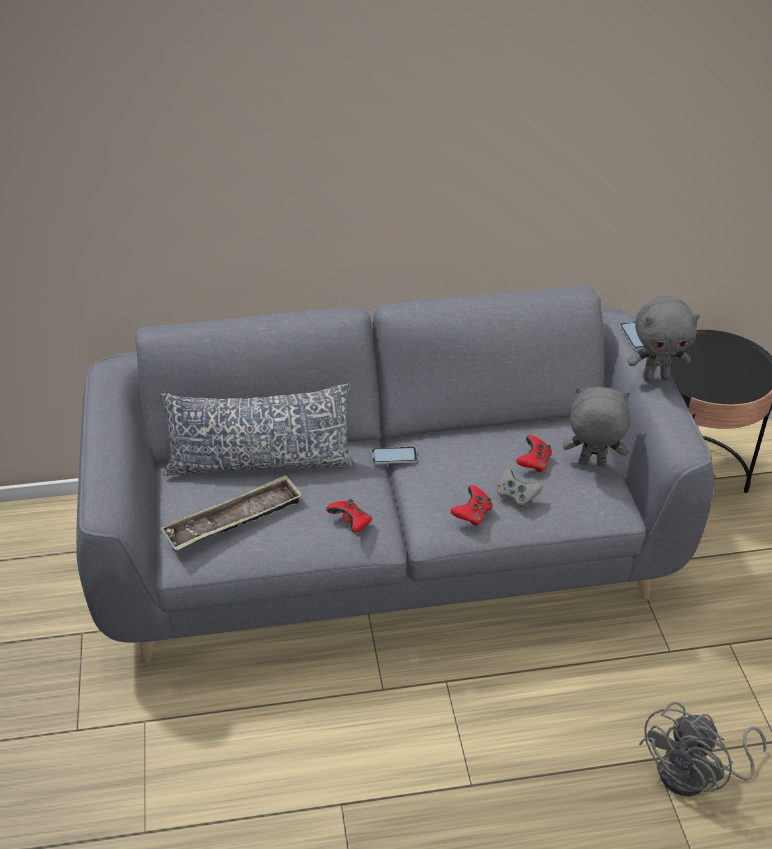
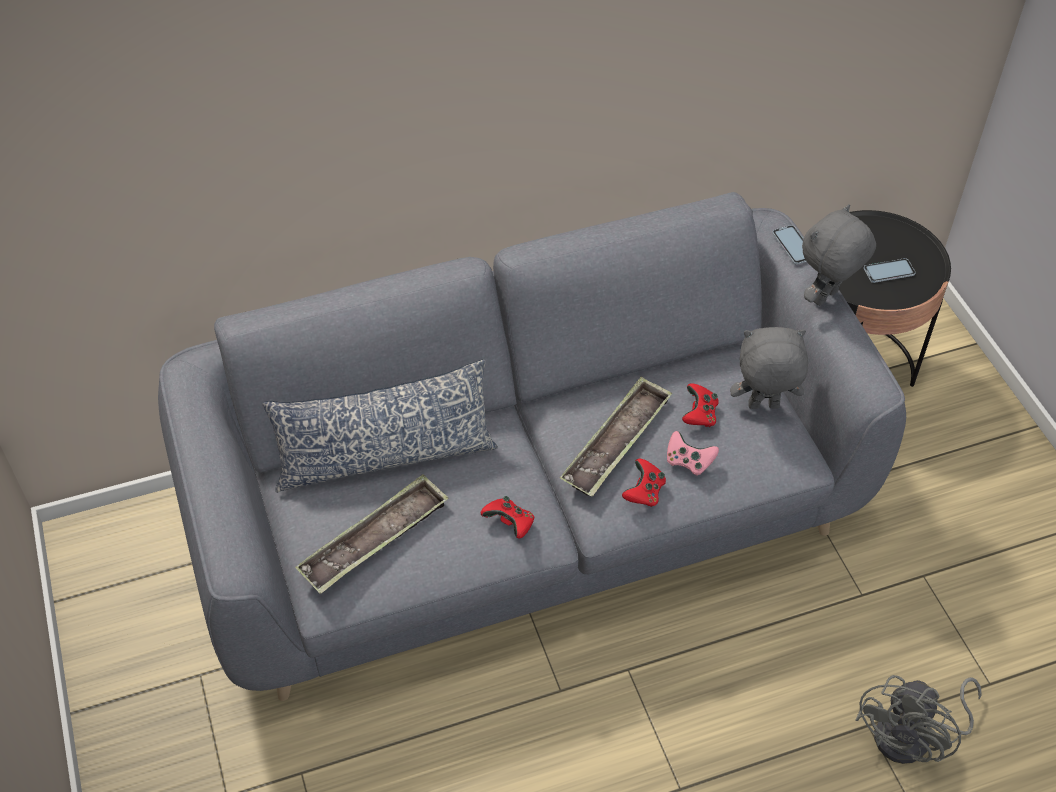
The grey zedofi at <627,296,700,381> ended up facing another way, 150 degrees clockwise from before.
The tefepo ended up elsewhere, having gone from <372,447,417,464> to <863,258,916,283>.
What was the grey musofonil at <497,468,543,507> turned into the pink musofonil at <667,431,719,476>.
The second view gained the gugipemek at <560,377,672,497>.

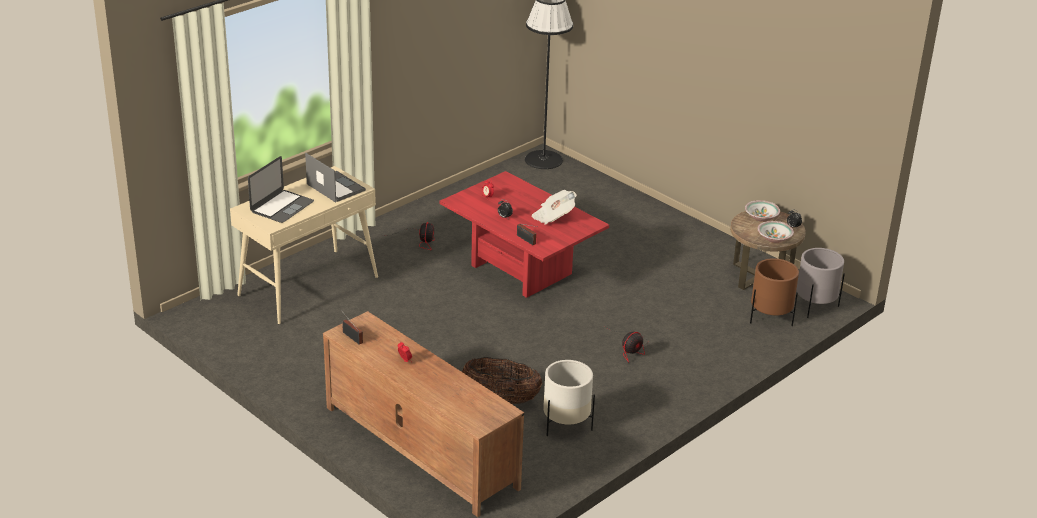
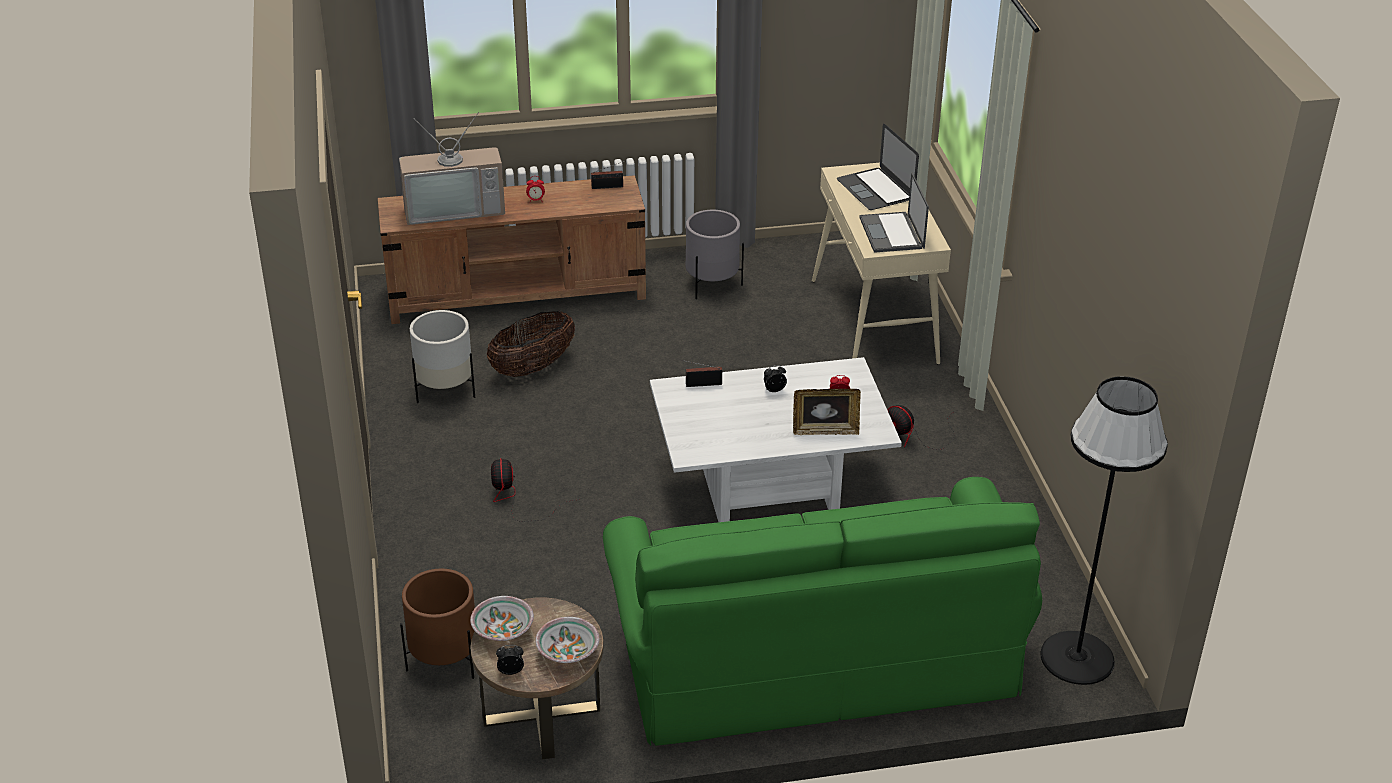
The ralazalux at <305,153,366,203> ended up facing another way, 90 degrees clockwise from before.
What was the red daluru at <439,171,609,298> turned into the white daluru at <650,357,902,522>.
The second view lost the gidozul at <532,190,577,224>.
The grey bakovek ended up elsewhere, having gone from <796,248,845,318> to <686,210,744,299>.
The second view gained the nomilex at <399,112,505,225>.
The second view gained the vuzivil at <793,389,861,435>.
The second view gained the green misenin at <603,477,1042,746>.

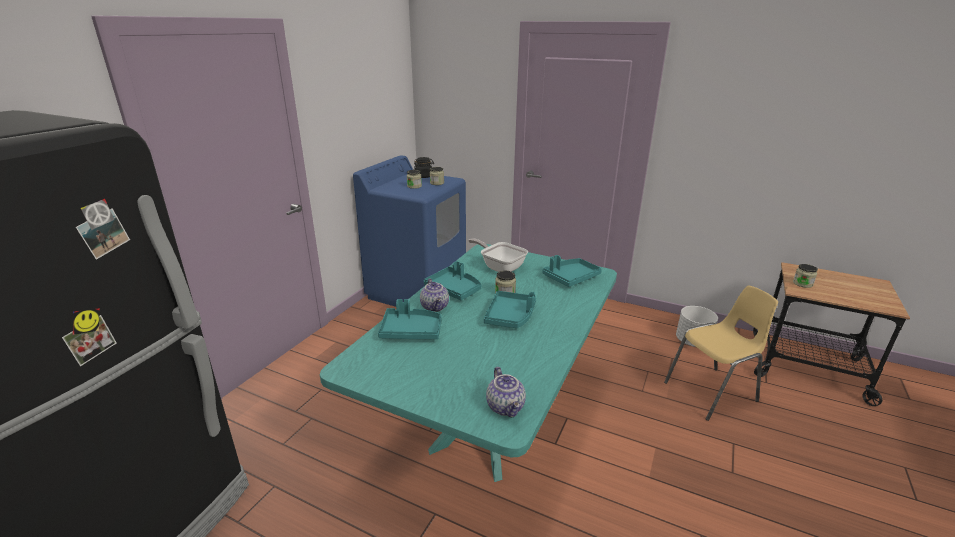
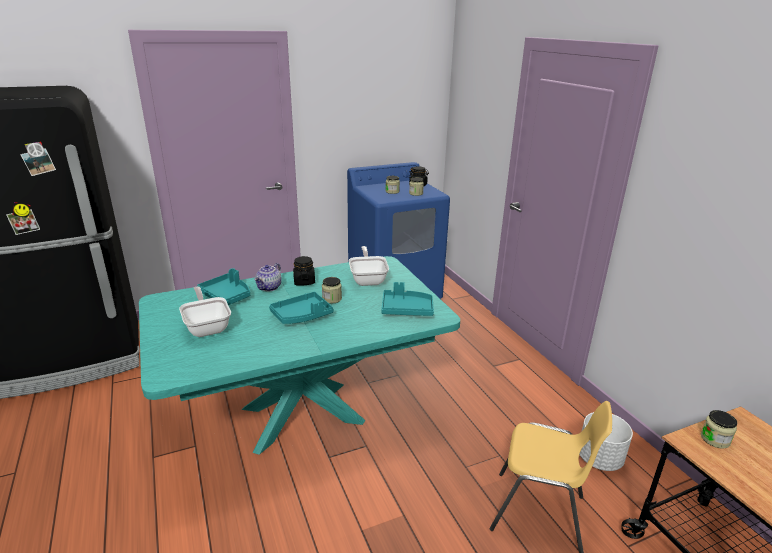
Where the turquoise gugipemek stood at <424,261,481,300>, the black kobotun came to stand at <293,256,315,285>.
The second view lost the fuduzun at <486,367,526,417>.
The second view gained the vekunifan at <179,287,231,337>.

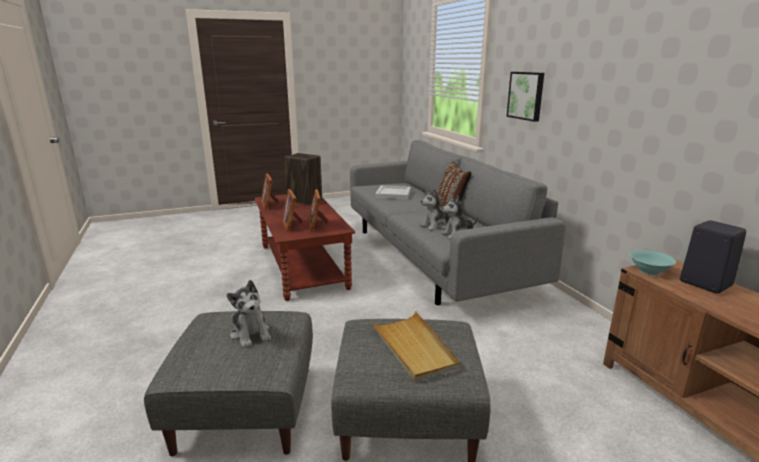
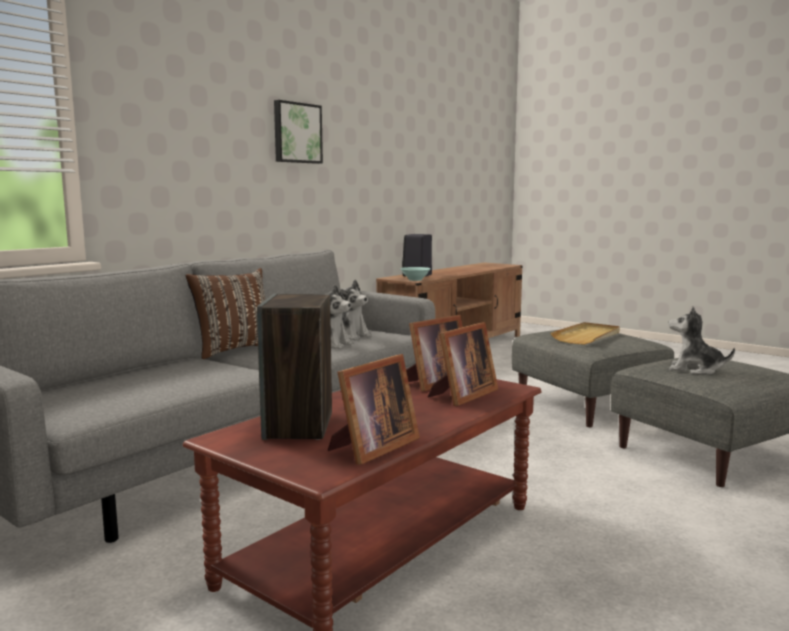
The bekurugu ended up elsewhere, having gone from <507,72,544,122> to <274,100,323,164>.
The second view lost the white gugipemek at <375,186,411,200>.
The zedofi at <226,280,271,348> ended up facing another way, 90 degrees counterclockwise from before.

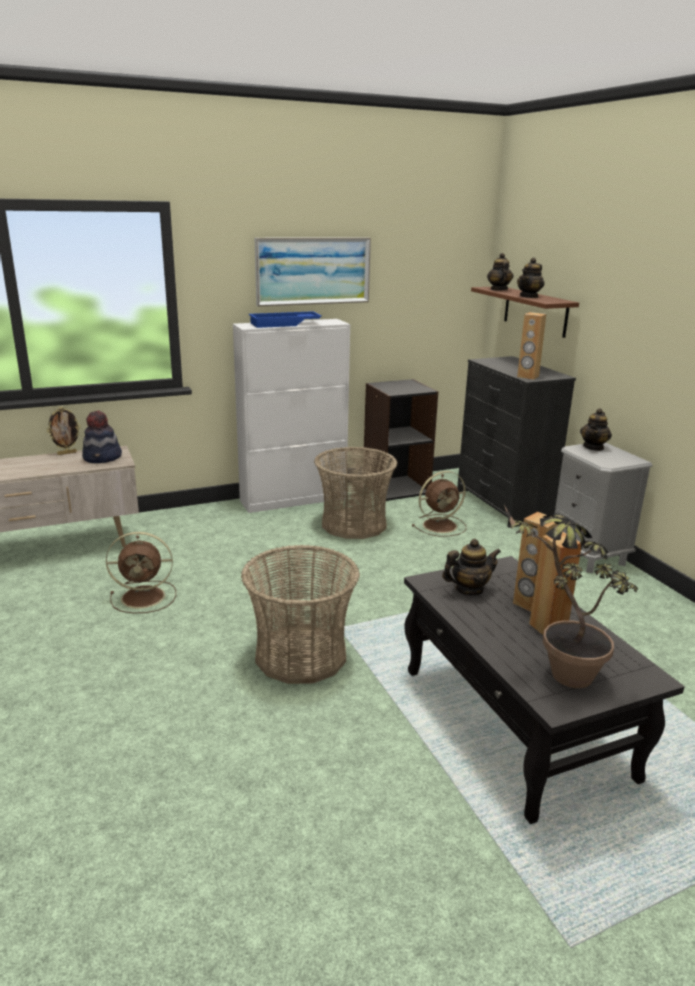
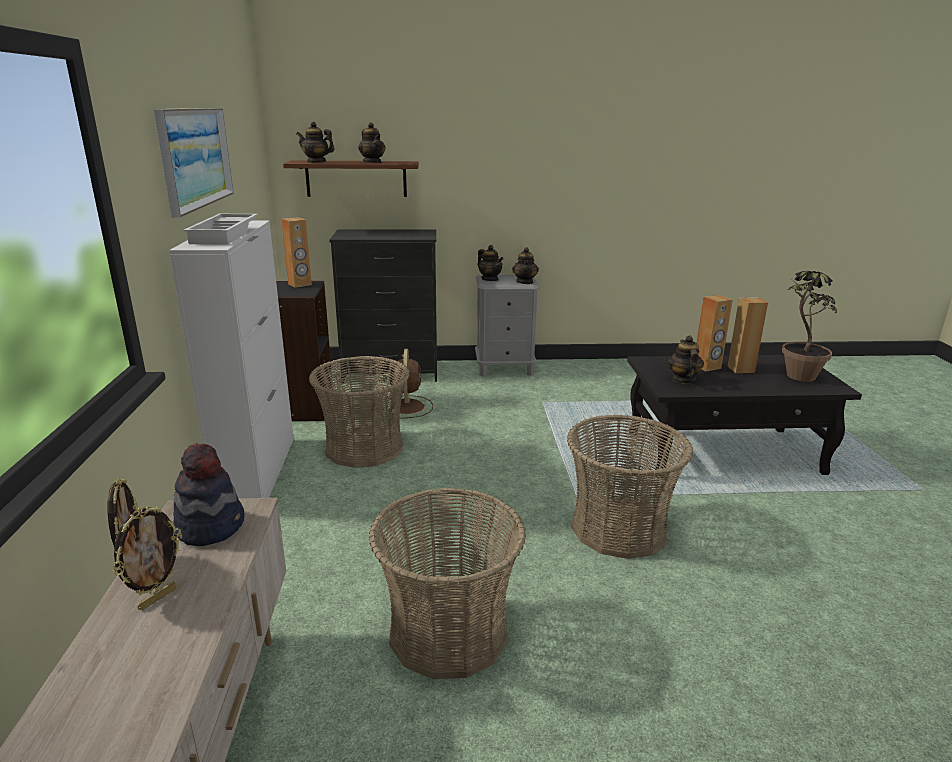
What was the blue gugipemek at <249,311,322,328> turned into the white gugipemek at <183,214,258,244>.
The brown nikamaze ended up elsewhere, having gone from <517,312,546,380> to <281,217,312,288>.
Where the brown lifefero stood at <106,532,176,614>, the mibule came to stand at <369,487,526,679>.
The second view gained the fuduzun at <512,247,539,284>.
The second view gained the vuzivil at <113,506,182,610>.

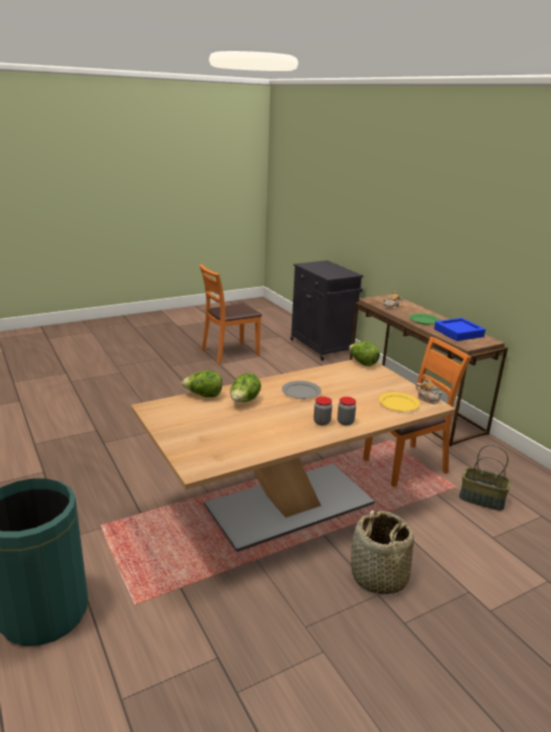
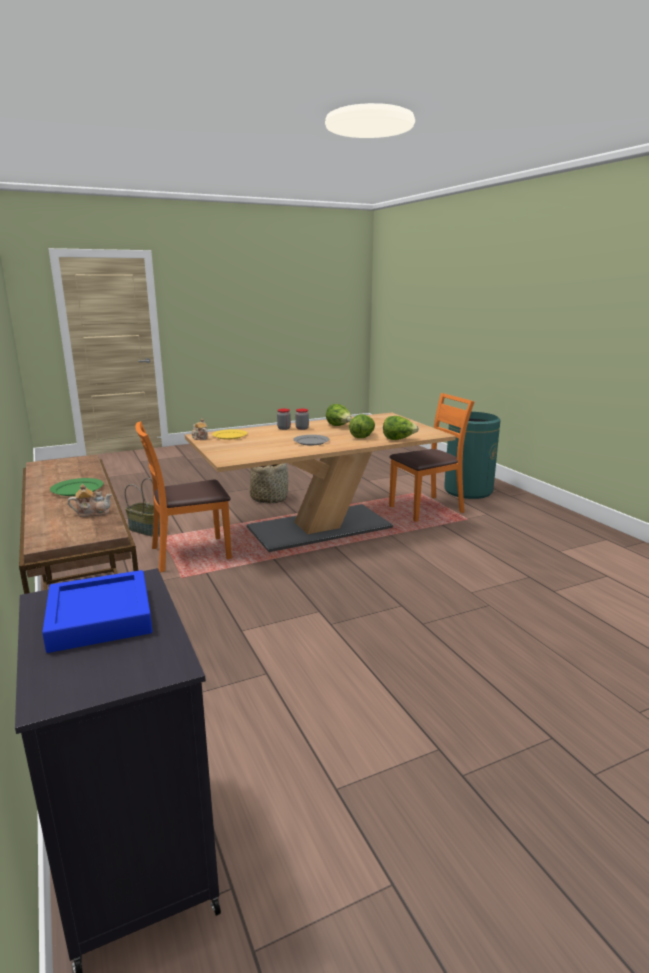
The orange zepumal ended up elsewhere, having gone from <199,264,262,364> to <389,393,475,522>.
The blue gugipemek ended up elsewhere, having gone from <434,318,486,341> to <42,570,152,653>.
The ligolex ended up elsewhere, having gone from <349,342,380,366> to <326,404,352,426>.

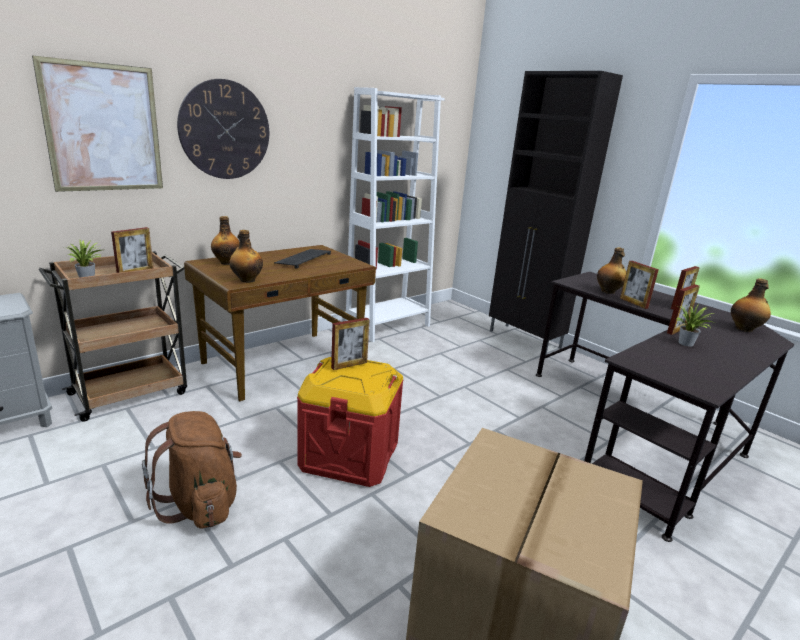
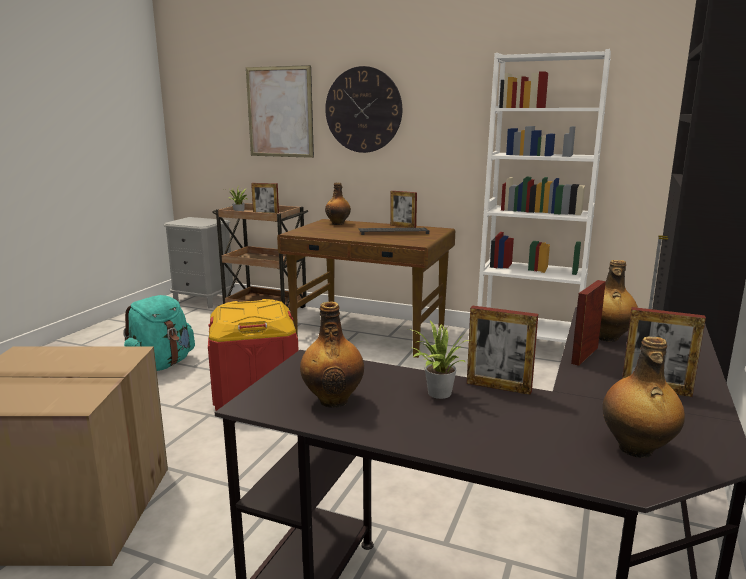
The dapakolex ended up elsewhere, having gone from <229,230,263,283> to <300,301,364,408>.
The vuzivil ended up elsewhere, having gone from <331,318,370,370> to <390,191,417,228>.
What was the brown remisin at <142,411,242,529> turned into the turquoise remisin at <123,295,195,371>.

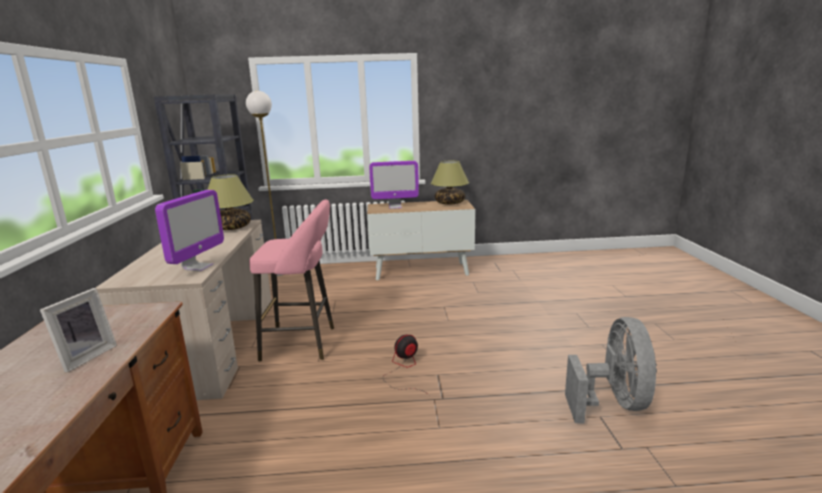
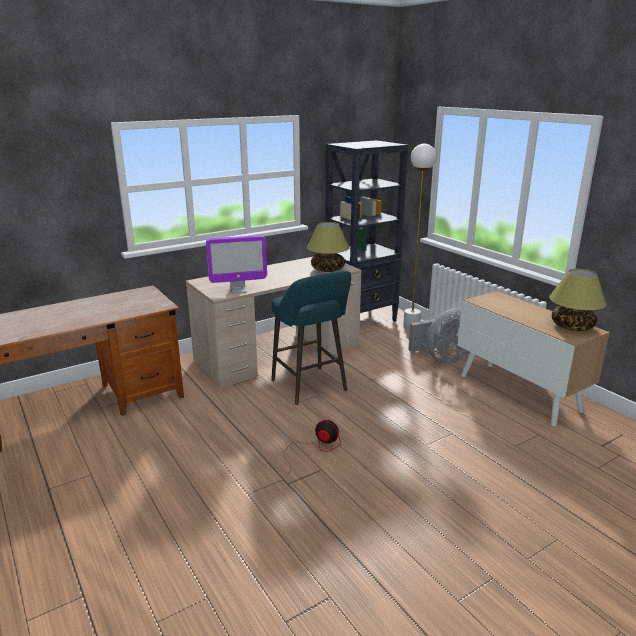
The second view lost the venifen at <369,161,419,209>.
What was the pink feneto at <249,199,334,361> turned into the turquoise feneto at <271,271,351,405>.
The second view lost the vuzivil at <40,288,117,372>.
The grey lifefero ended up elsewhere, having gone from <565,317,657,424> to <408,308,470,364>.

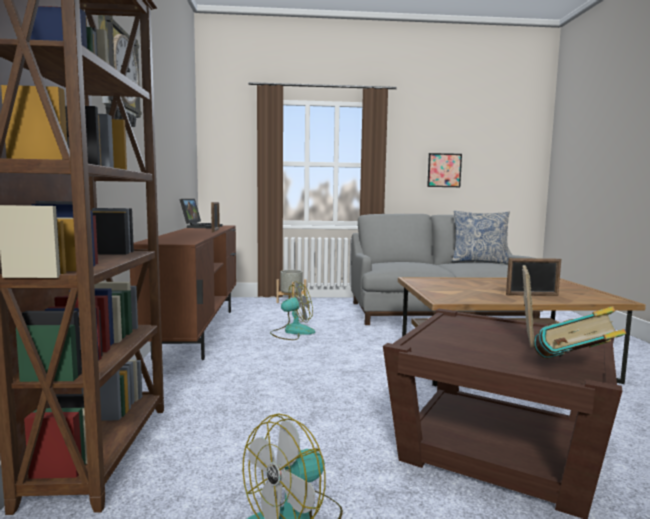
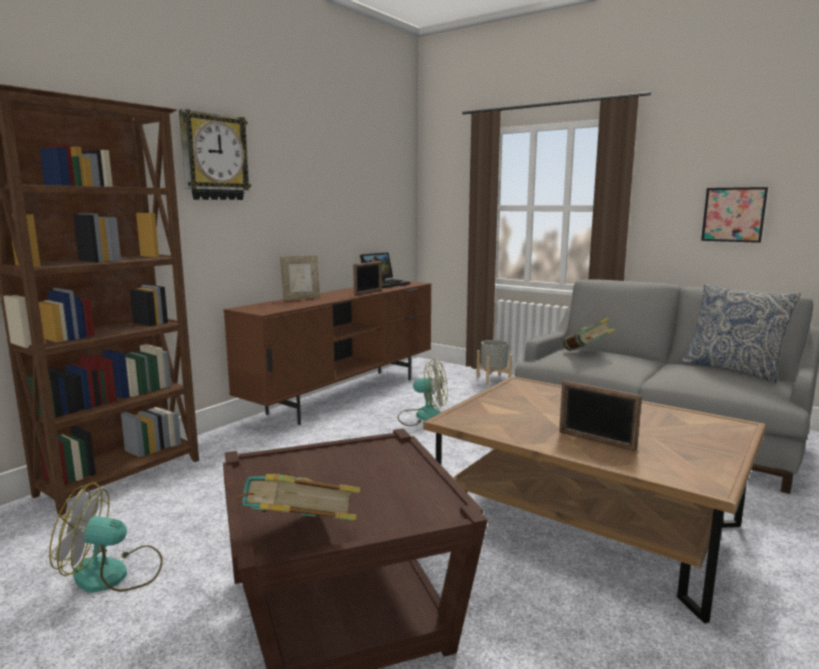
The vuzivil ended up elsewhere, having gone from <522,265,534,348> to <280,255,320,301>.
The second view gained the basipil at <563,317,615,351>.

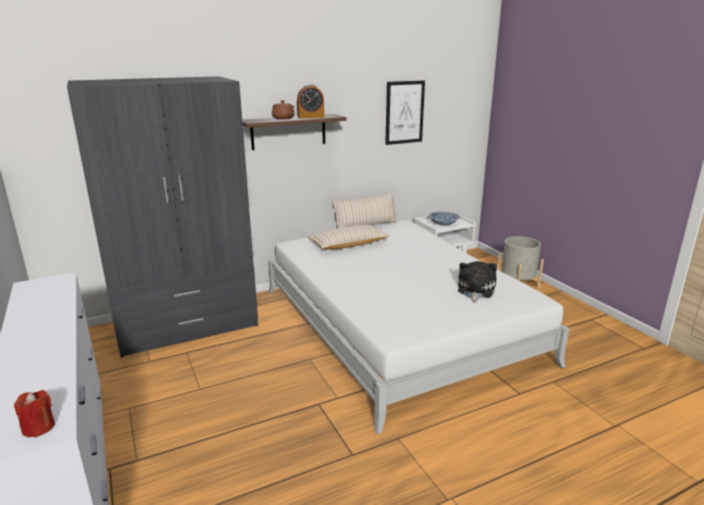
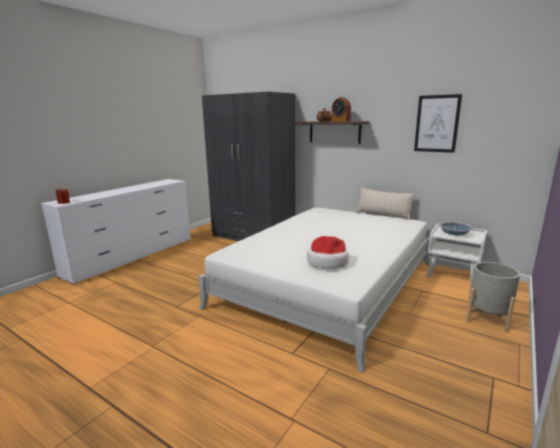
The second view lost the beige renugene at <308,225,390,250>.
Where the zedofi stood at <458,261,497,303>, the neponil came to stand at <307,236,349,268>.

